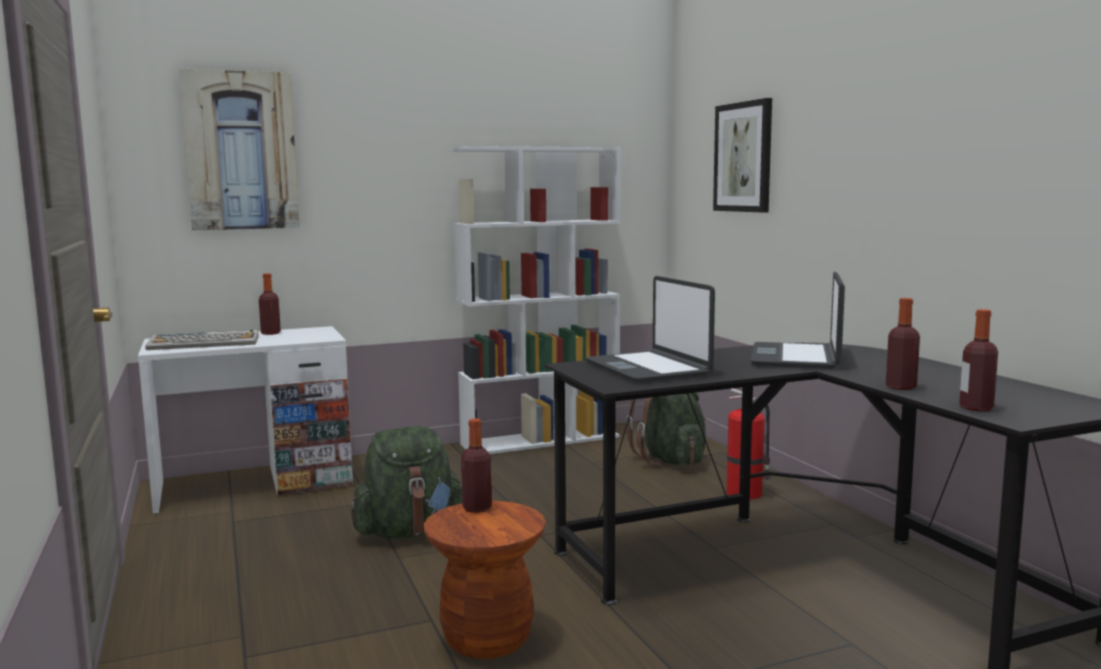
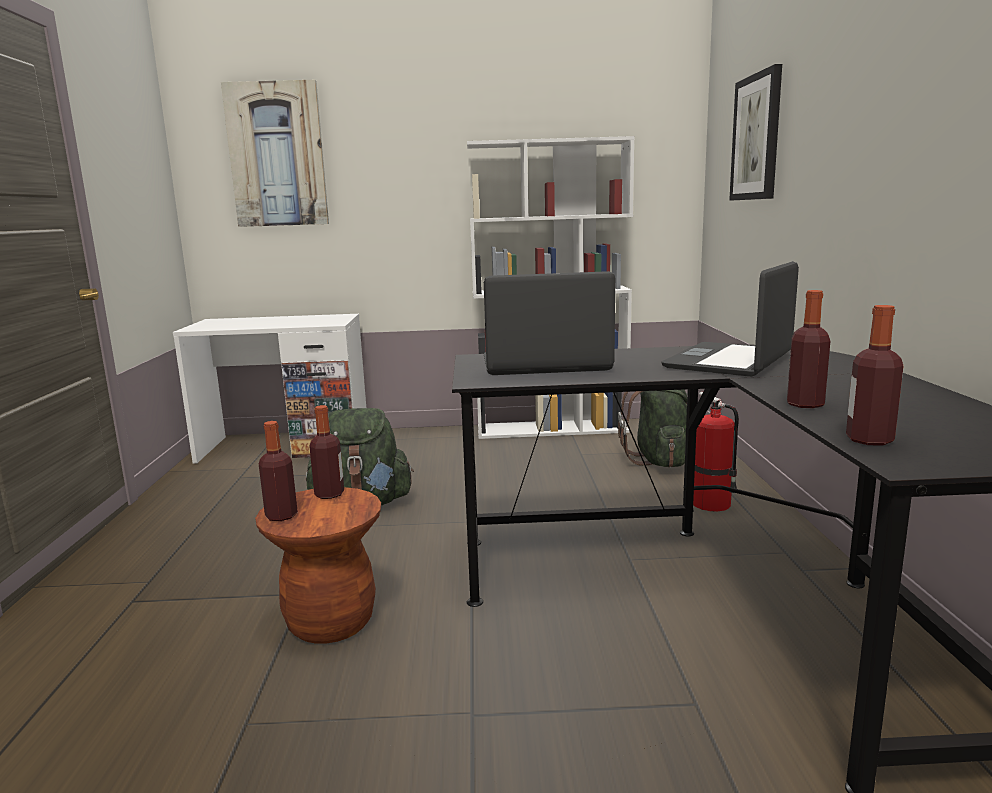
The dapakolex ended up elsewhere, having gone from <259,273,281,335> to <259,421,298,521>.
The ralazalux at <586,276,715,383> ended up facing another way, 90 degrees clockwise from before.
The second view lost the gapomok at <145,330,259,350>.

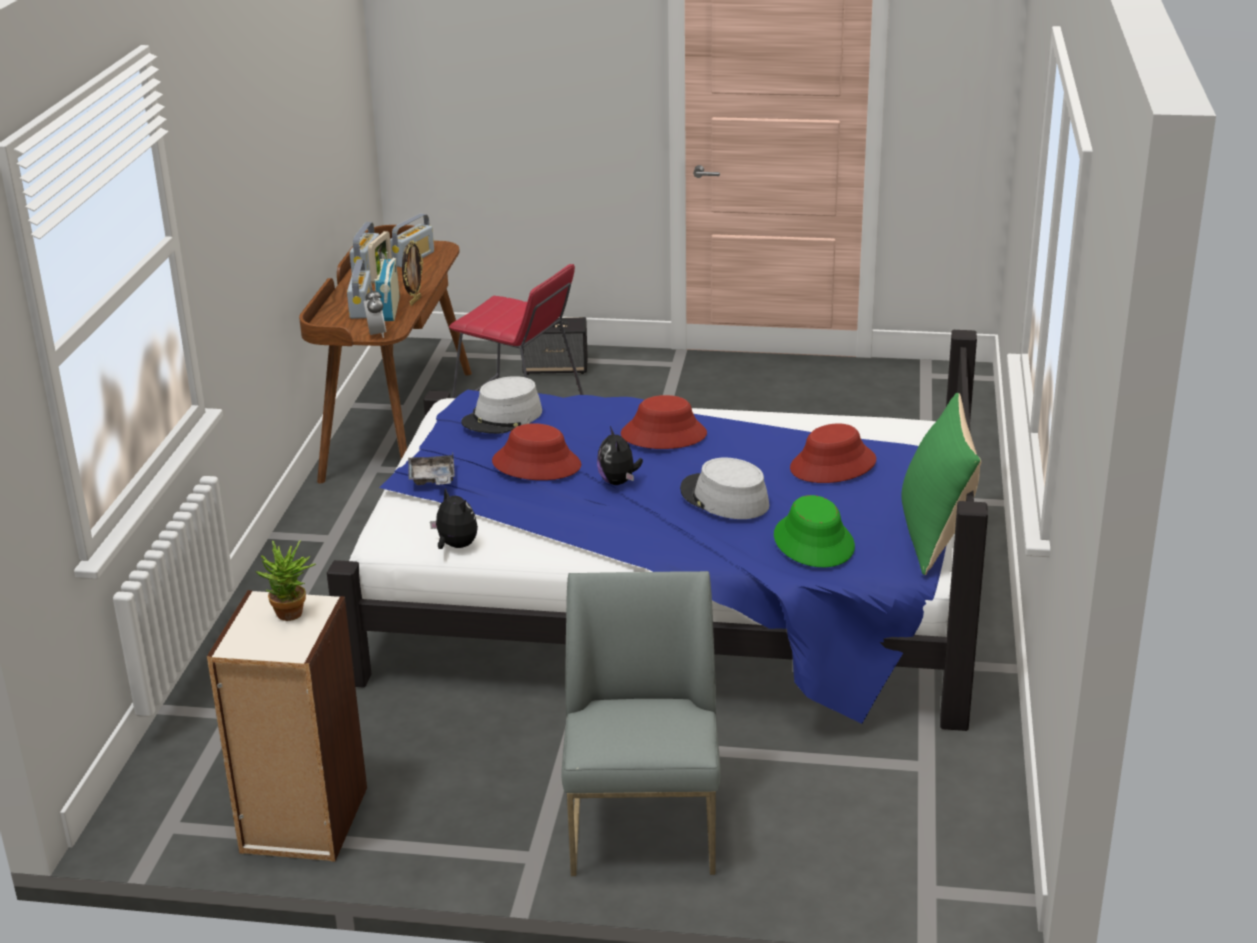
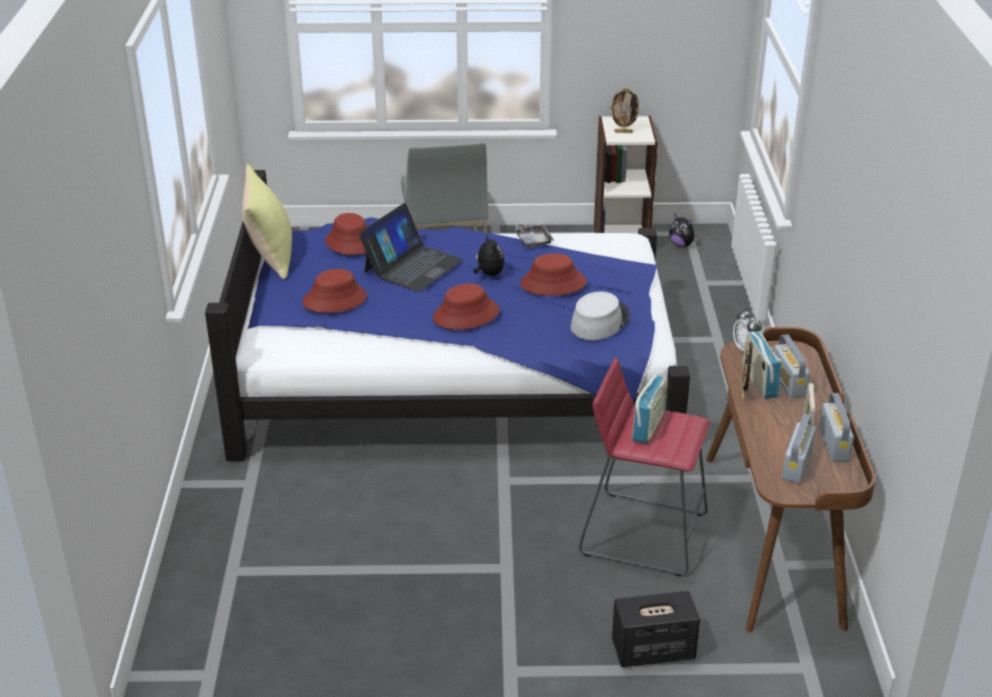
What was the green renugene at <901,393,981,575> turned into the yellow renugene at <242,164,292,279>.
The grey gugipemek ended up elsewhere, having gone from <408,452,455,485> to <515,223,554,248>.
Where the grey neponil stood at <680,458,769,519>, the ralazalux came to stand at <358,203,463,292>.
The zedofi ended up elsewhere, having gone from <430,488,478,549> to <669,215,699,247>.
What was the green neponil at <774,495,855,567> turned into the red neponil at <325,213,367,255>.
Where the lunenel stood at <255,540,316,621>, the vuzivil came to stand at <609,88,641,133>.
The second view gained the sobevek at <632,375,668,444>.

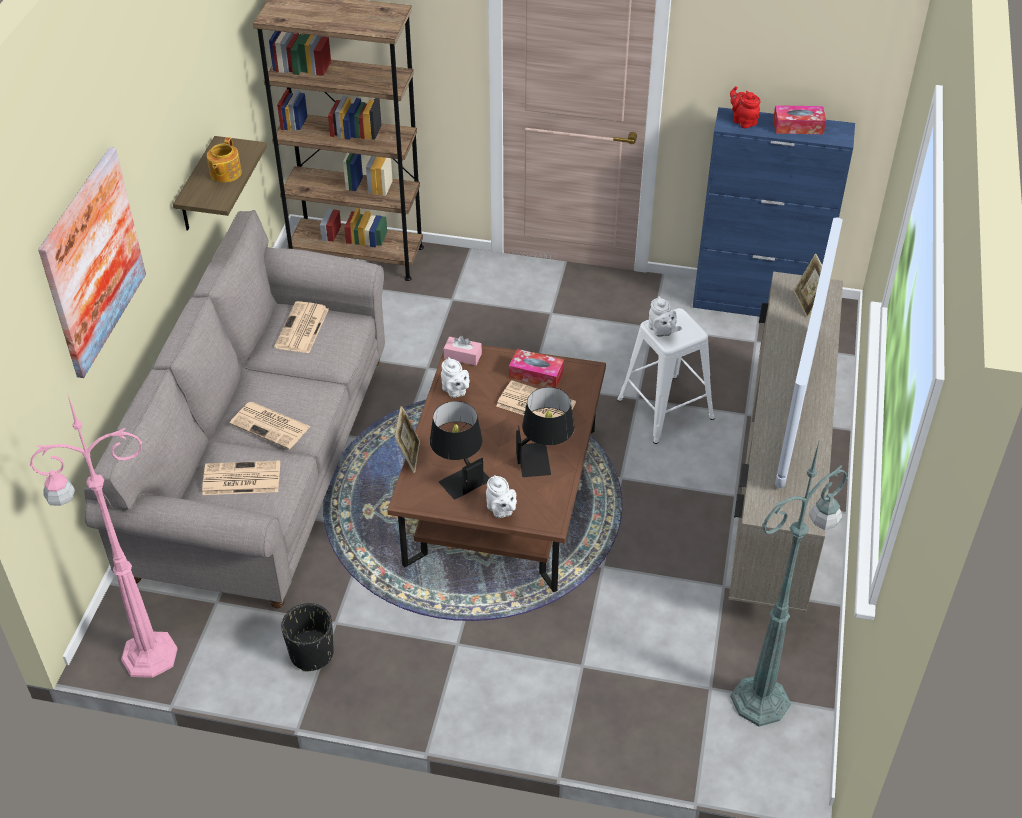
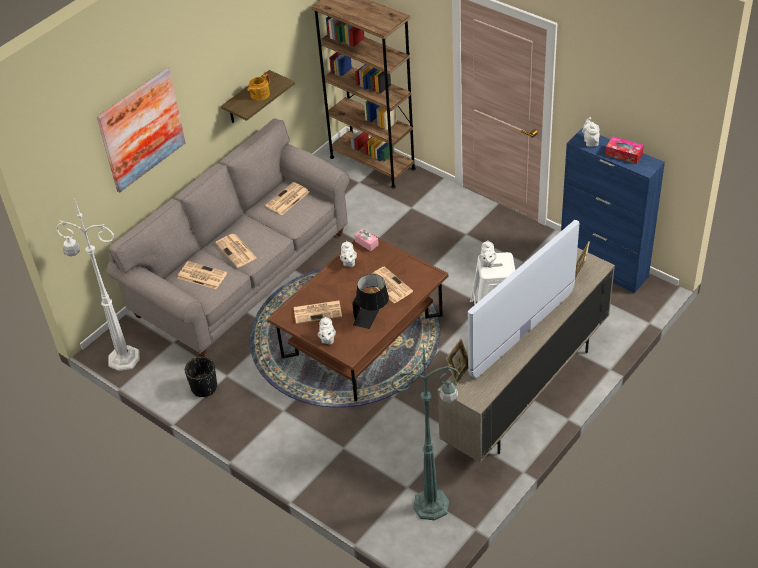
What was the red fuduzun at <730,86,760,128> turned into the white fuduzun at <582,117,600,147>.
The second view lost the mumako at <509,349,564,388>.
What was the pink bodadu at <30,393,178,678> turned into the white bodadu at <56,198,140,371>.
Where the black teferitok stood at <430,401,490,500>, the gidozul came to stand at <294,300,342,324>.
The vuzivil ended up elsewhere, having gone from <395,406,420,473> to <446,339,469,386>.

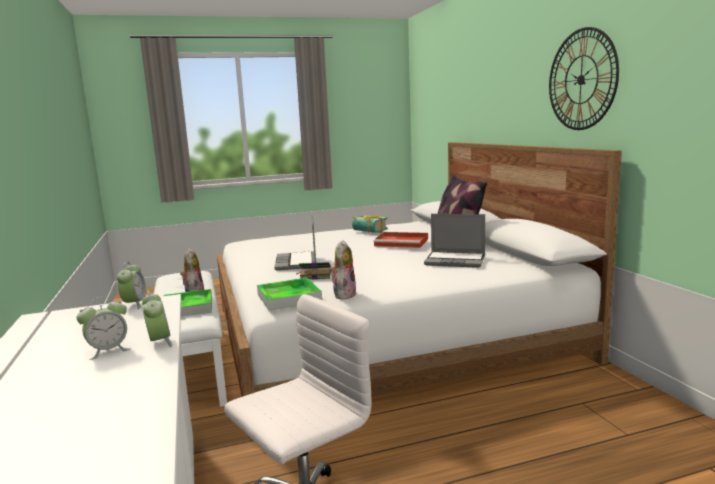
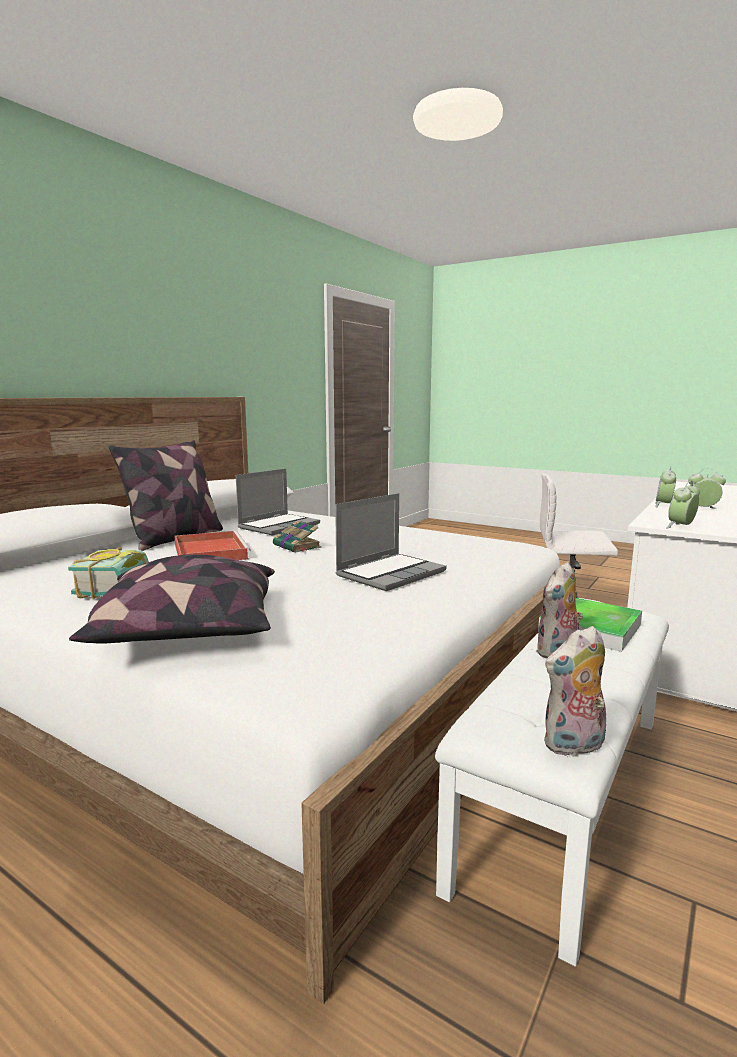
The second view lost the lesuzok at <549,27,619,130>.
The ralazalux at <424,214,485,268> ended up facing another way, 60 degrees clockwise from before.
The zedofi ended up elsewhere, having gone from <330,240,356,300> to <544,626,606,757>.
The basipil ended up elsewhere, having gone from <298,262,331,280> to <273,521,321,553>.
The second view lost the gugipemek at <257,277,322,311>.
The second view gained the renugene at <69,554,275,644>.

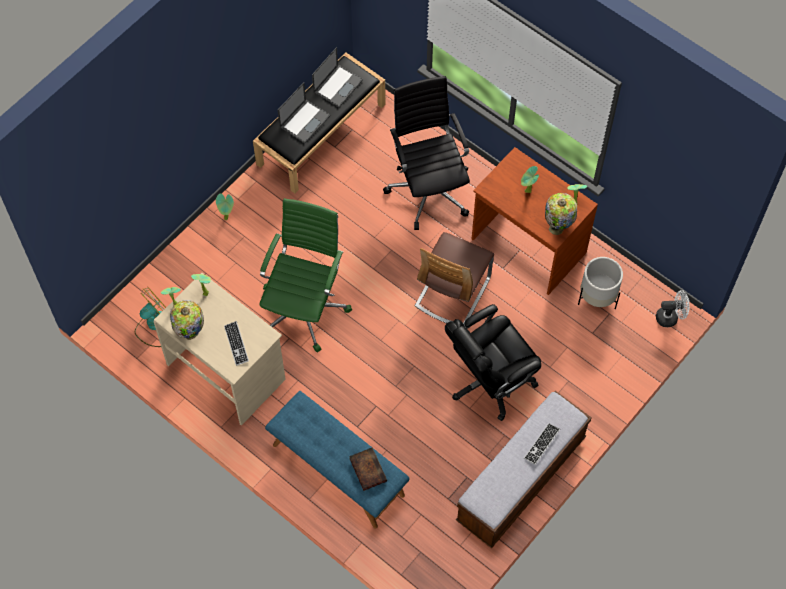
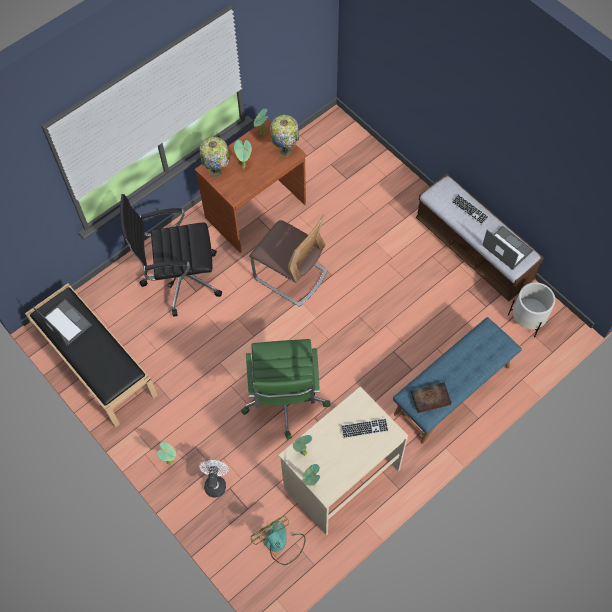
The ralazalux ended up elsewhere, having gone from <278,82,330,144> to <482,226,533,270>.
The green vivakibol at <259,199,352,353> ended up facing another way, 120 degrees counterclockwise from before.
The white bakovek ended up elsewhere, having gone from <578,257,623,309> to <508,282,555,337>.
The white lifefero ended up elsewhere, having gone from <656,290,690,327> to <200,460,229,497>.
The teferitok ended up elsewhere, having gone from <170,300,204,340> to <199,137,230,177>.
The second view lost the black vivakibol at <445,304,542,421>.
The basipil ended up elsewhere, having gone from <349,448,387,491> to <411,382,452,413>.

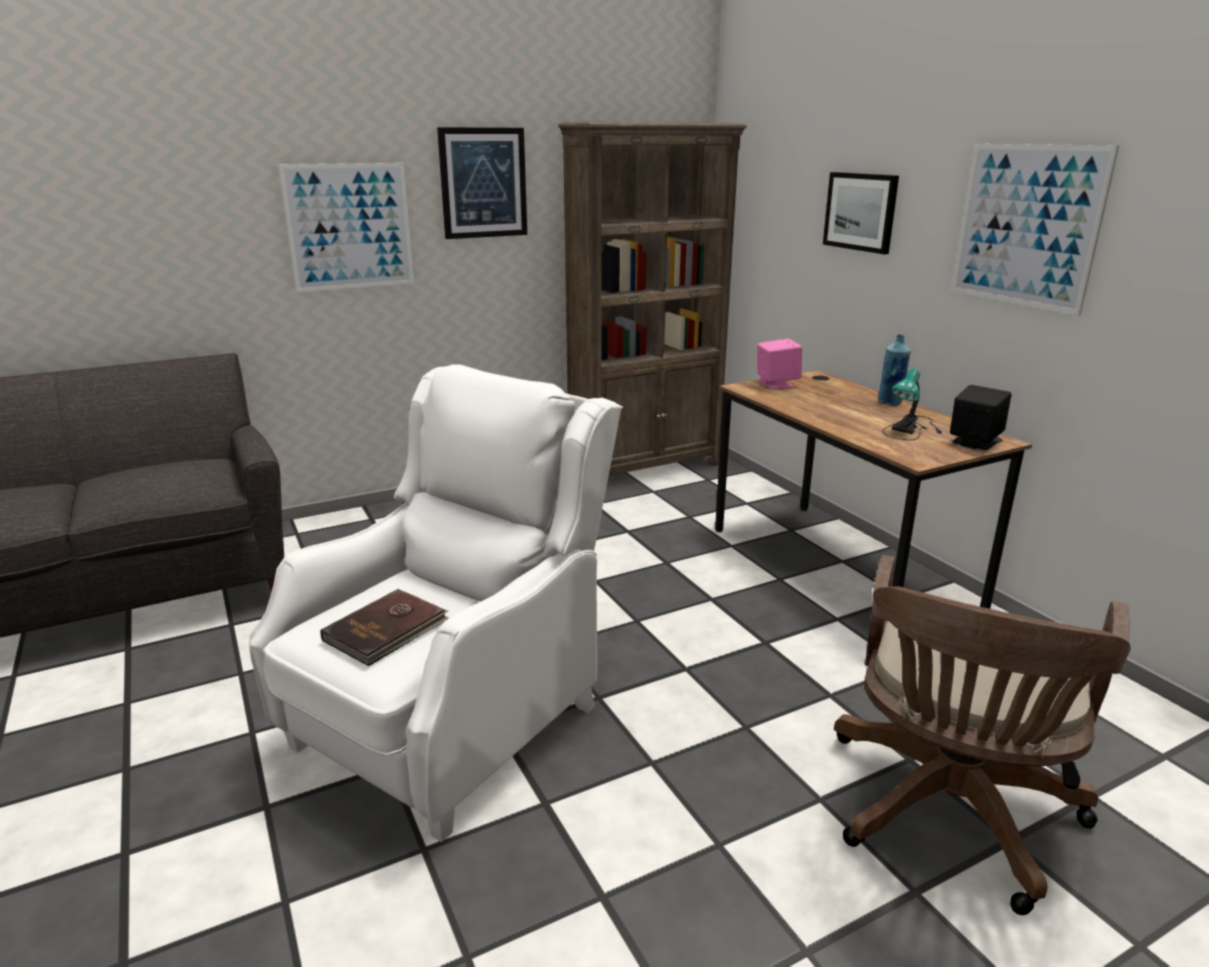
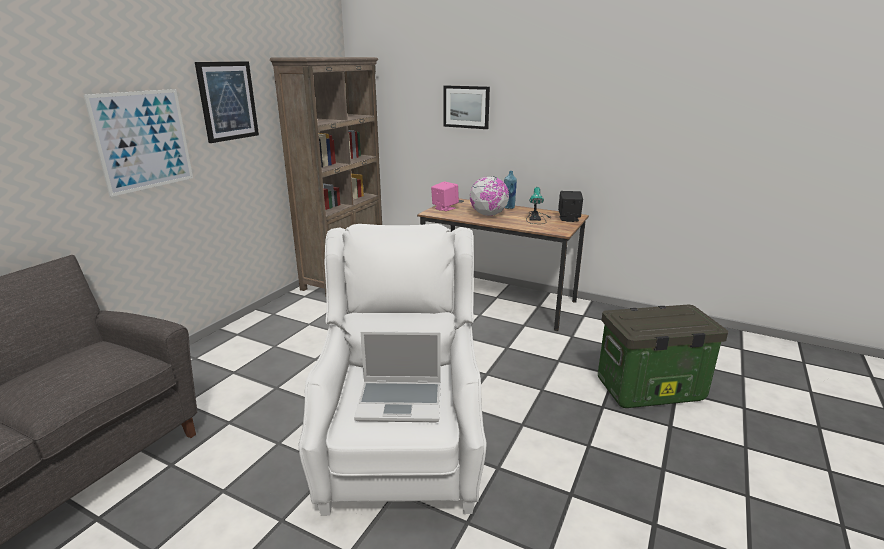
The second view lost the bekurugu at <951,144,1119,316>.
Where the brown vivakibol stood at <834,555,1131,915>, the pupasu came to stand at <598,304,728,408>.
Where the brown basipil stood at <320,589,449,666>, the ralazalux came to stand at <354,331,441,422>.
The second view gained the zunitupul at <470,176,509,216>.

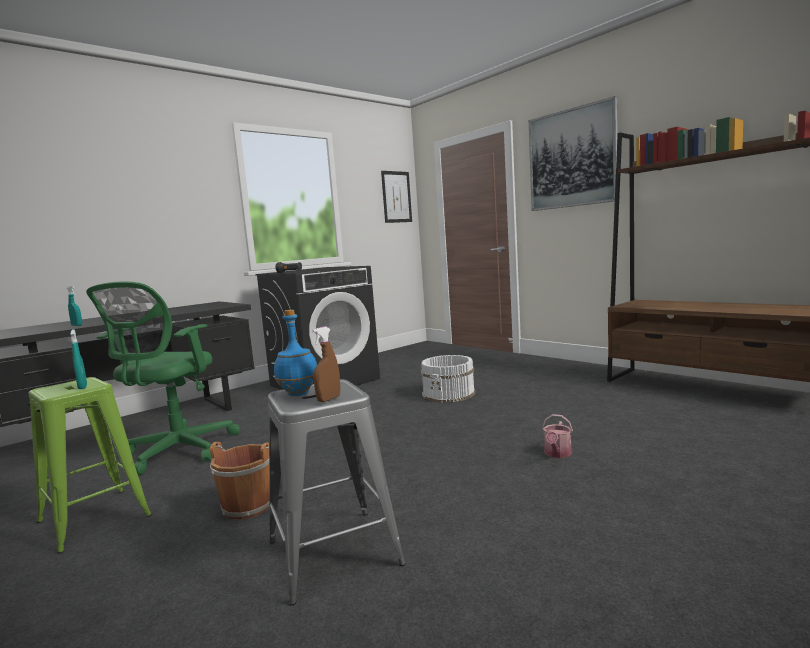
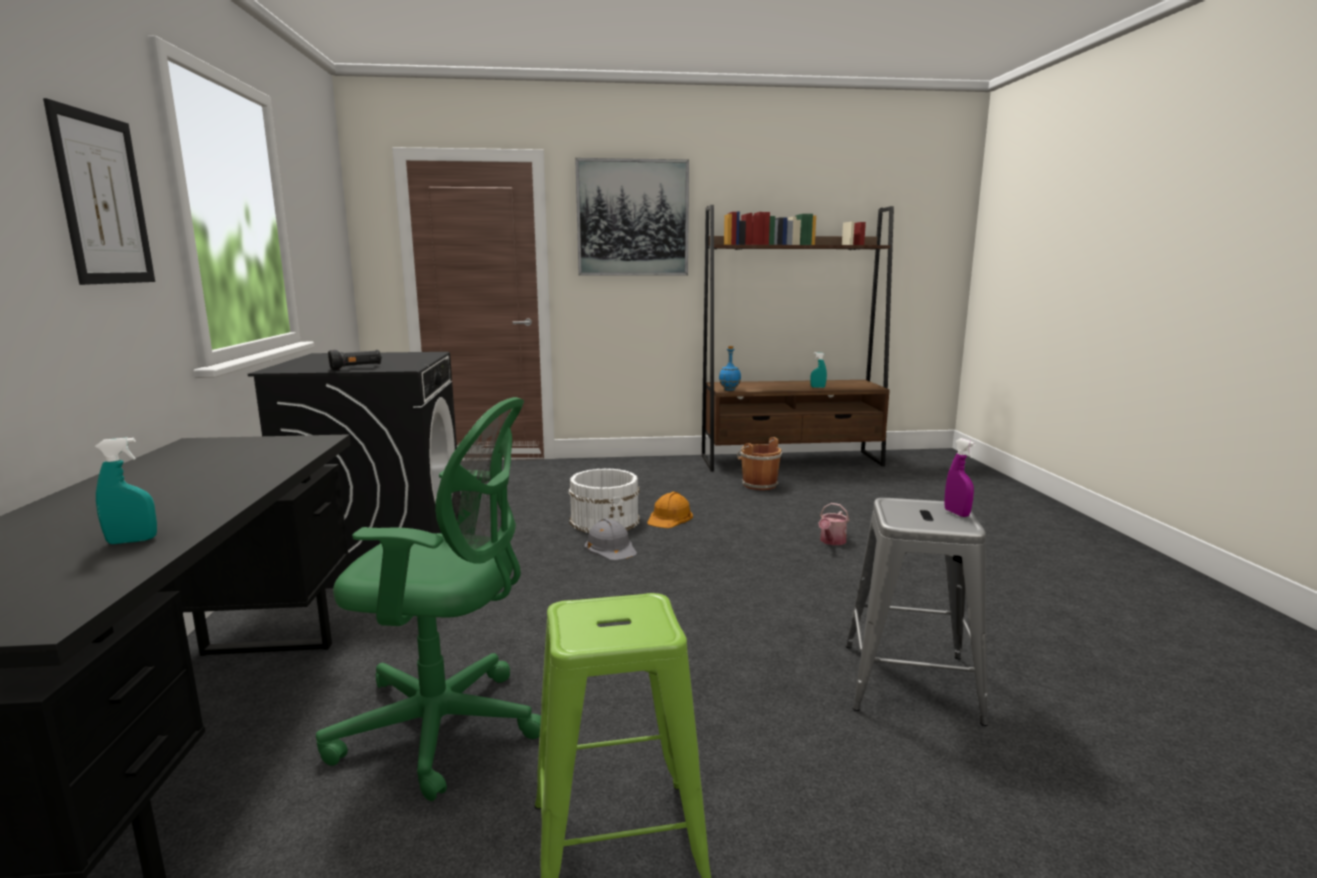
The bekurugu ended up elsewhere, having gone from <381,171,412,223> to <43,98,155,285>.
The green vivakibol at <86,282,240,475> ended up facing another way, 45 degrees counterclockwise from before.
The blue dapakolex ended up elsewhere, having gone from <274,310,317,396> to <719,346,741,391>.
What was the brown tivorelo at <312,327,340,402> turned into the purple tivorelo at <944,438,975,517>.
The turquoise tivorelo ended up elsewhere, having gone from <70,329,87,389> to <811,352,827,388>.
The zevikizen at <542,414,573,458> ended up facing another way, 60 degrees clockwise from before.
The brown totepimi ended up elsewhere, having gone from <210,442,269,520> to <737,437,782,490>.
The second view gained the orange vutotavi at <647,492,693,528>.
The second view gained the grey vutotavi at <585,518,637,561>.

